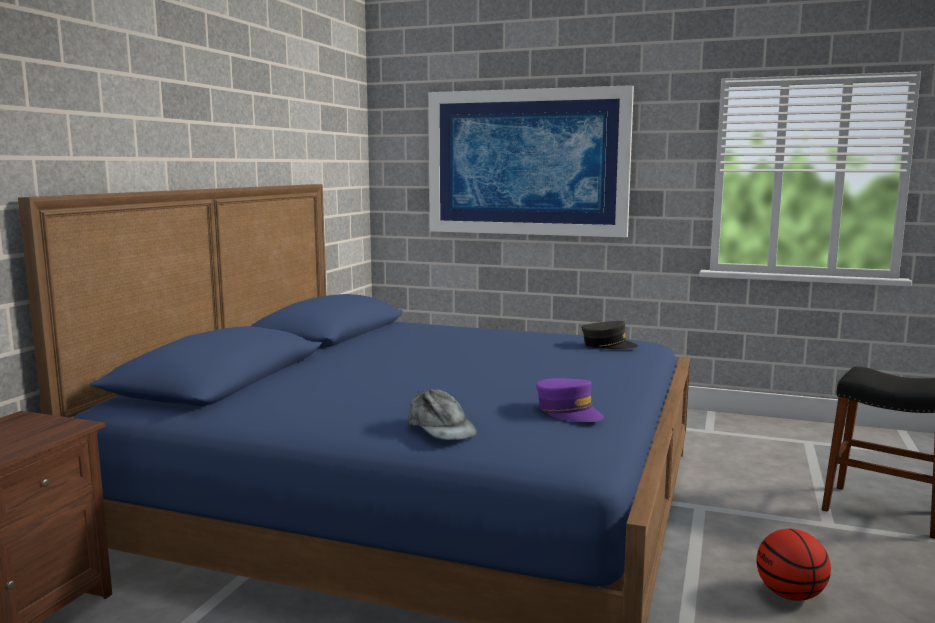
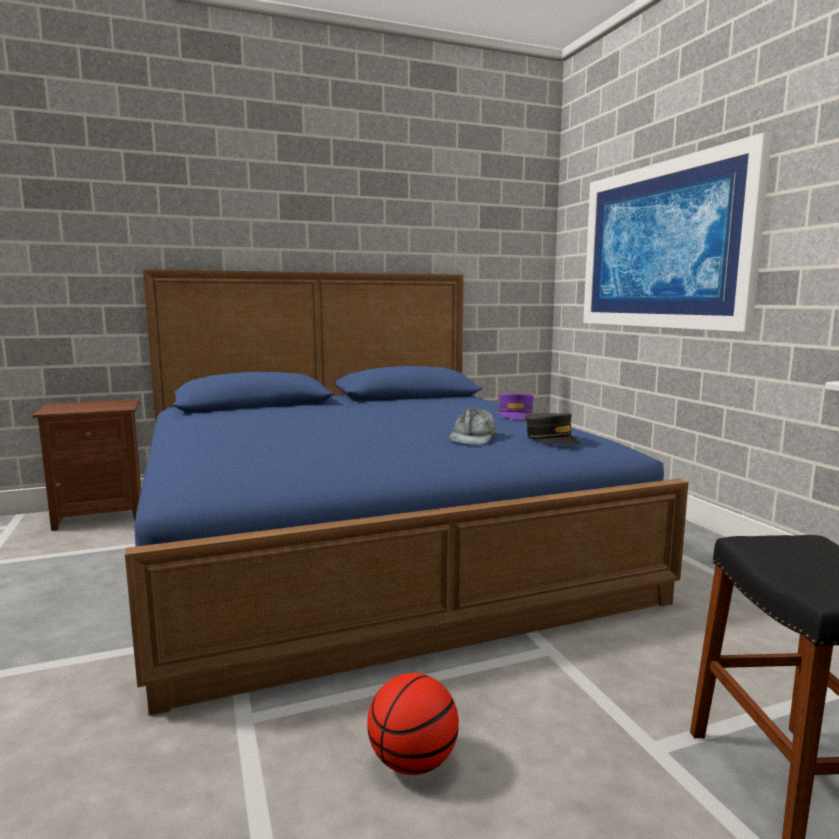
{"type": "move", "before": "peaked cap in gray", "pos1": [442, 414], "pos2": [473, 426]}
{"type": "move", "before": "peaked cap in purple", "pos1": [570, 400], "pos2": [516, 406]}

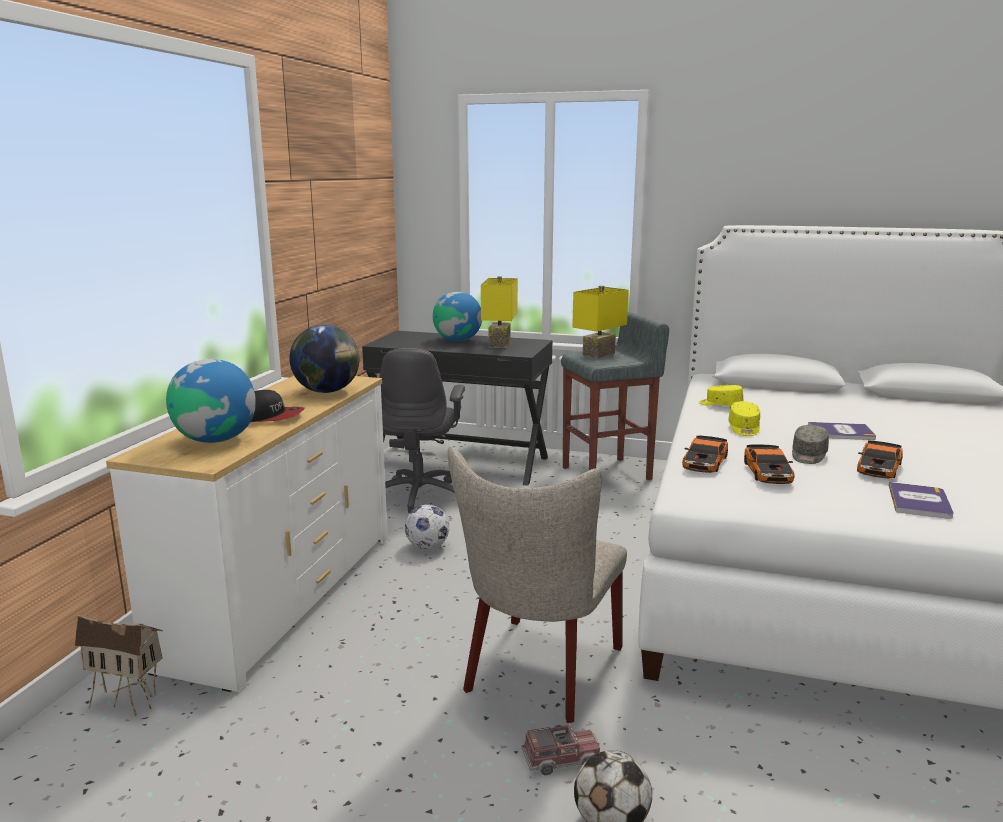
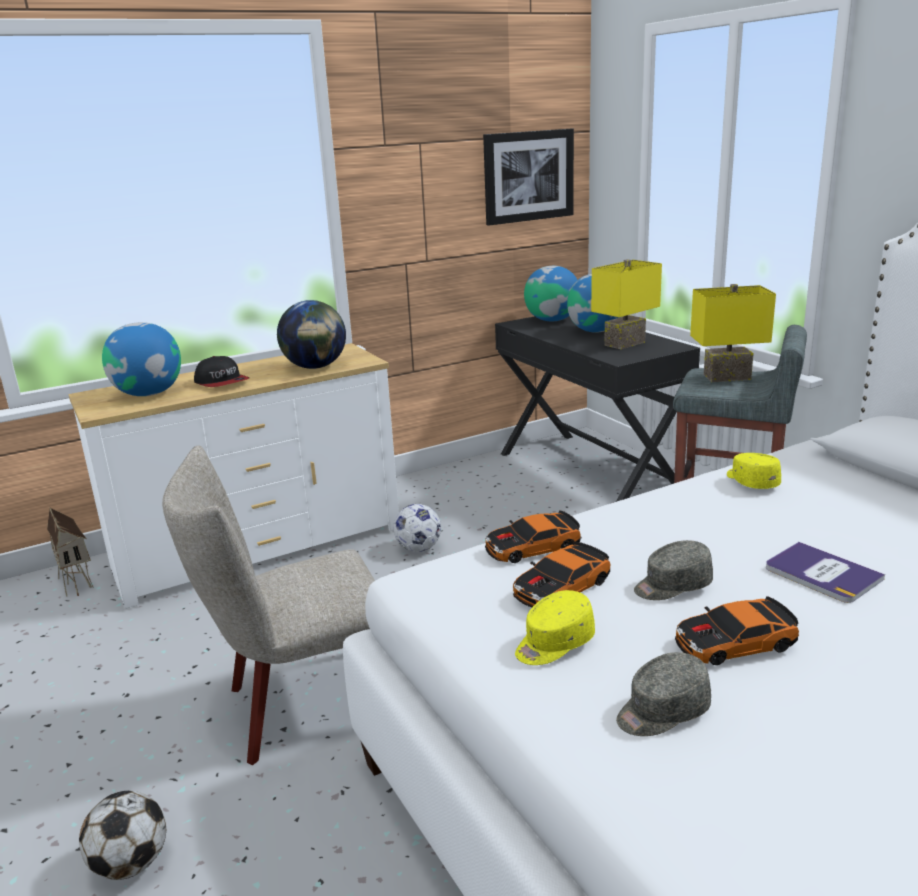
{"type": "delete", "before": "computer chair in gray", "pos1": [422, 431]}
{"type": "delete", "before": "model truck", "pos1": [560, 750]}
{"type": "move", "before": "peaked cap in yellowish", "pos1": [744, 418], "pos2": [555, 627]}
{"type": "replace", "before": "book", "after": "peaked cap in gray", "pos1": [921, 500], "pos2": [663, 694]}
{"type": "insert", "after": "wall picture", "pos2": [528, 177]}
{"type": "insert", "after": "globe", "pos2": [550, 293]}

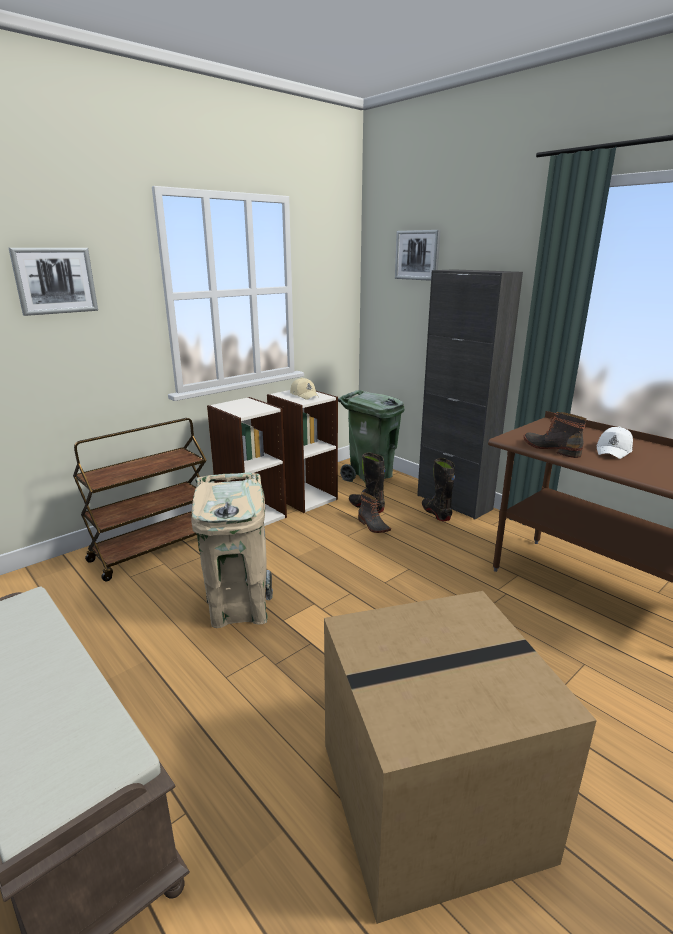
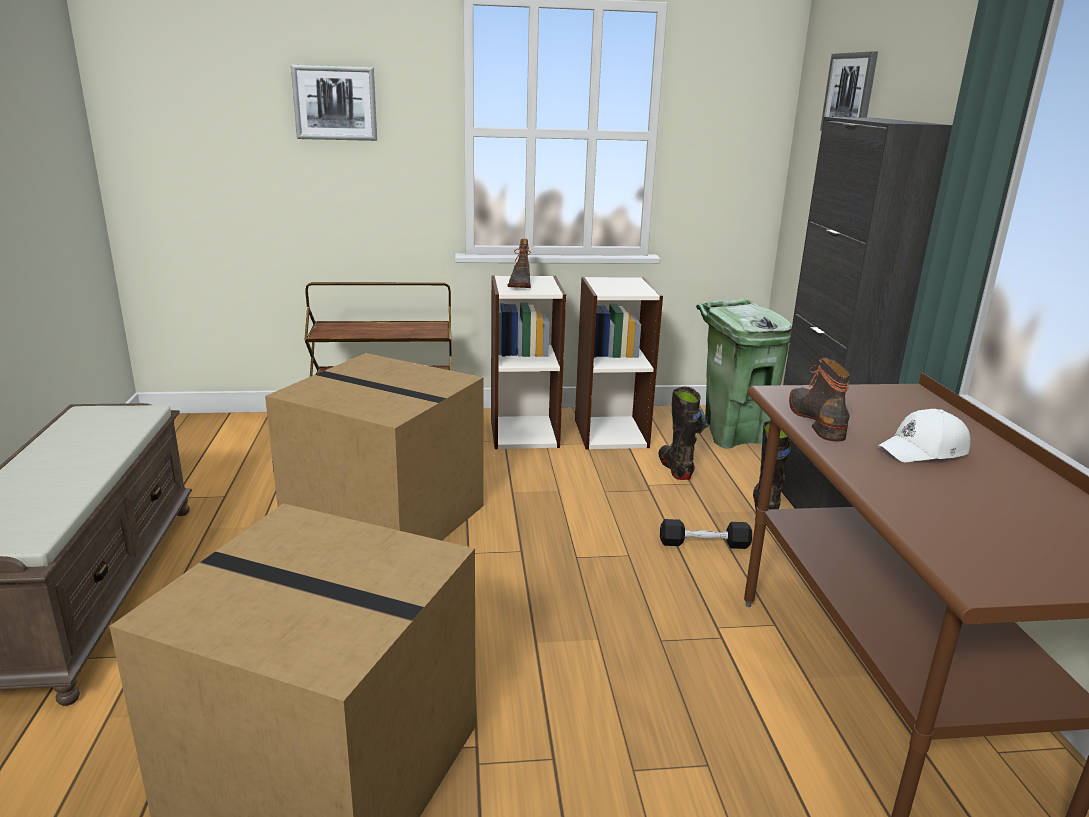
{"type": "replace", "before": "waste bin in sand-coloured", "after": "carton", "pos1": [232, 550], "pos2": [374, 447]}
{"type": "delete", "before": "peaked cap in sand-coloured", "pos1": [304, 388]}
{"type": "move", "before": "tall boot", "pos1": [374, 512], "pos2": [519, 263]}
{"type": "insert", "after": "free weight in black-coloured", "pos2": [706, 534]}

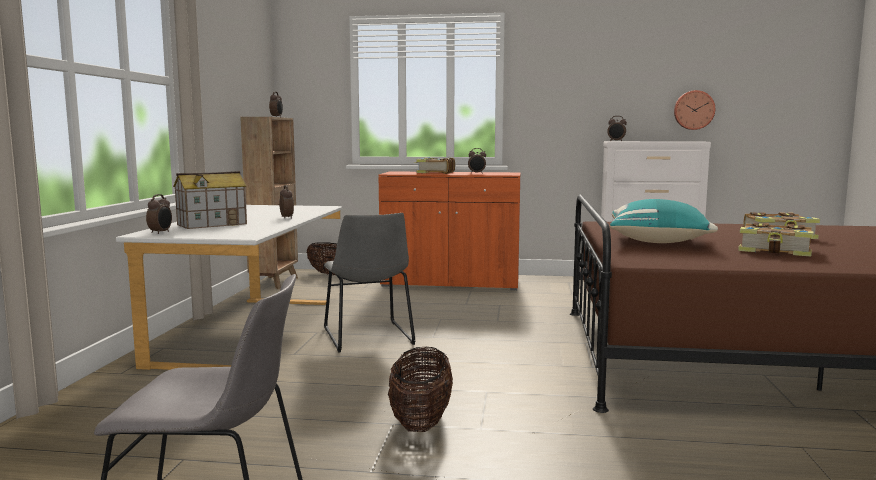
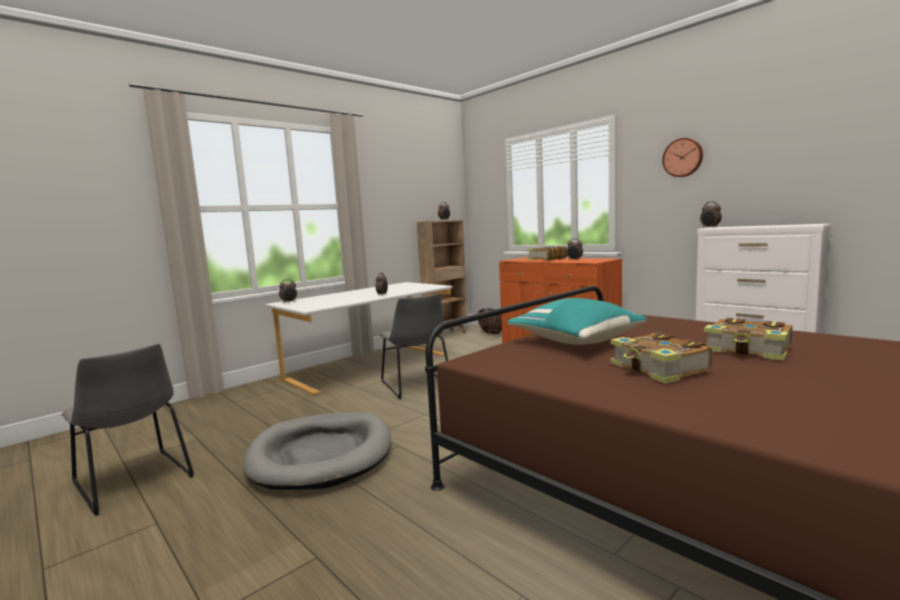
{"type": "delete", "before": "model house", "pos1": [210, 200]}
{"type": "rotate", "before": "upright chair in gray", "pos1": [370, 282], "pos2": [414, 346], "turn": -45}
{"type": "replace", "before": "household basket", "after": "pet bed in gray", "pos1": [420, 389], "pos2": [317, 451]}
{"type": "move", "before": "hanging clock", "pos1": [694, 110], "pos2": [682, 157]}

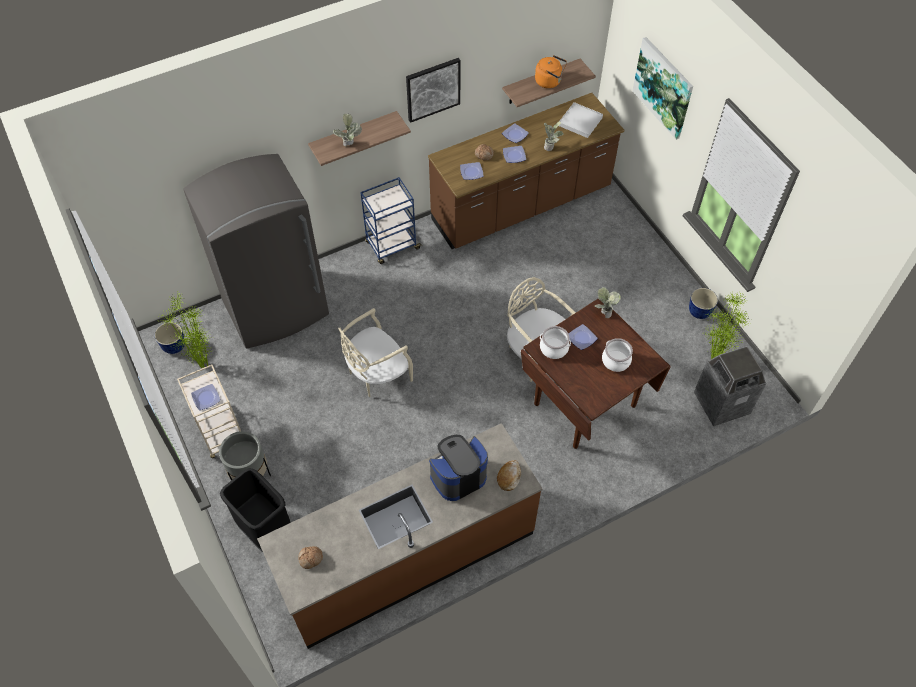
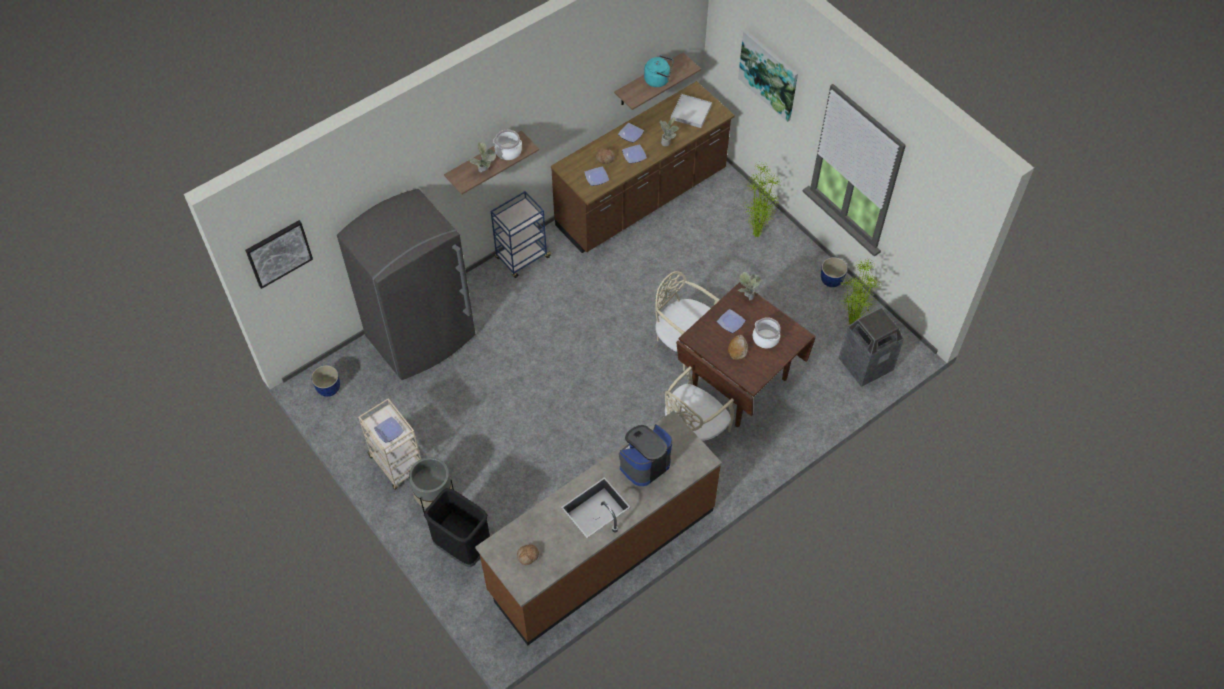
{"type": "move", "before": "plant in a pot", "pos1": [184, 330], "pos2": [764, 200]}
{"type": "move", "before": "upright chair in sand-coloured", "pos1": [375, 352], "pos2": [699, 403]}
{"type": "move", "before": "wall picture", "pos1": [433, 90], "pos2": [279, 254]}
{"type": "move", "before": "baked bread", "pos1": [509, 475], "pos2": [738, 347]}
{"type": "recolor", "before": "tea kettle in orange-coloured", "after": "tea kettle in turquoise-coloured", "pos1": [551, 71], "pos2": [659, 71]}
{"type": "move", "before": "stockpot", "pos1": [555, 342], "pos2": [507, 145]}

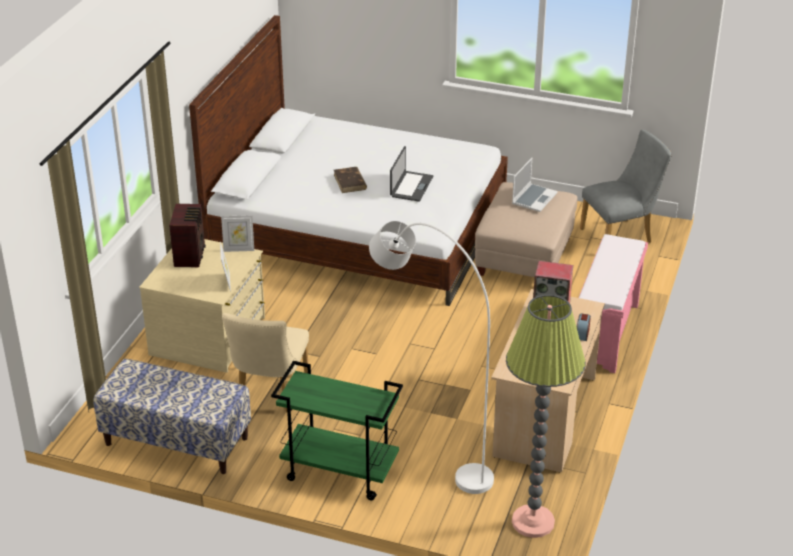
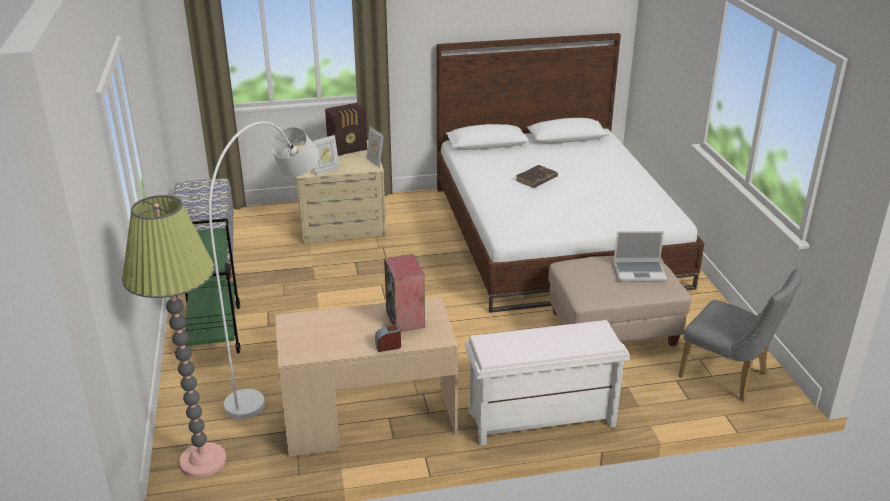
{"type": "delete", "before": "upright chair in sand-coloured", "pos1": [265, 363]}
{"type": "delete", "before": "notebook computer", "pos1": [411, 174]}
{"type": "recolor", "before": "indoor bench in pinkish", "after": "indoor bench in white-coloured", "pos1": [613, 303], "pos2": [547, 383]}

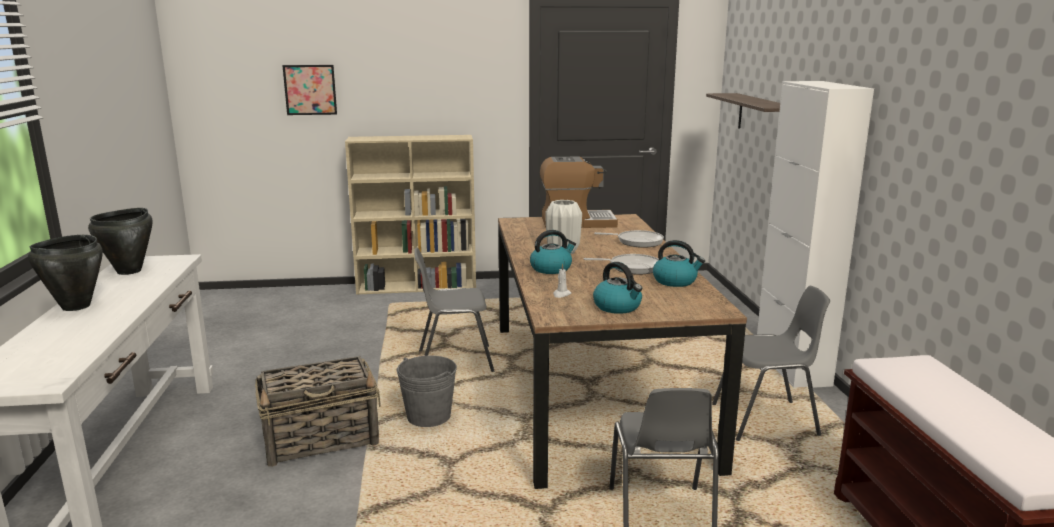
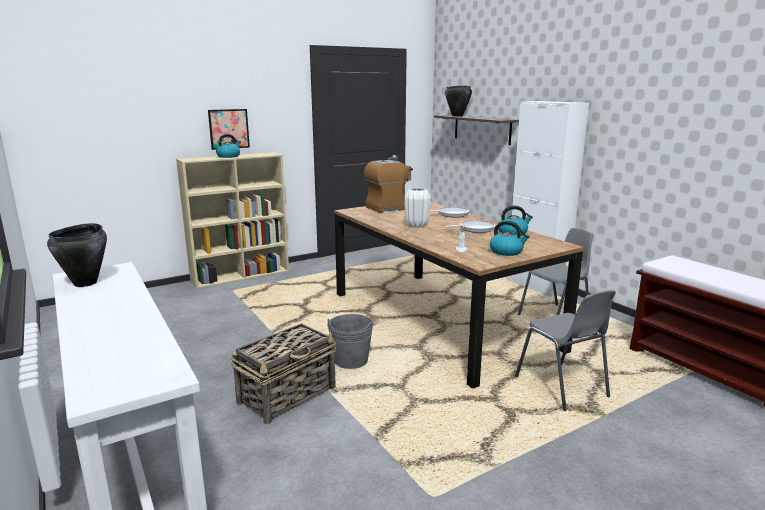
{"type": "move", "before": "stockpot in black-coloured", "pos1": [65, 273], "pos2": [458, 101]}
{"type": "move", "before": "wall picture", "pos1": [309, 90], "pos2": [229, 129]}
{"type": "delete", "before": "upright chair in gray", "pos1": [454, 310]}
{"type": "move", "before": "tea kettle", "pos1": [553, 252], "pos2": [228, 146]}

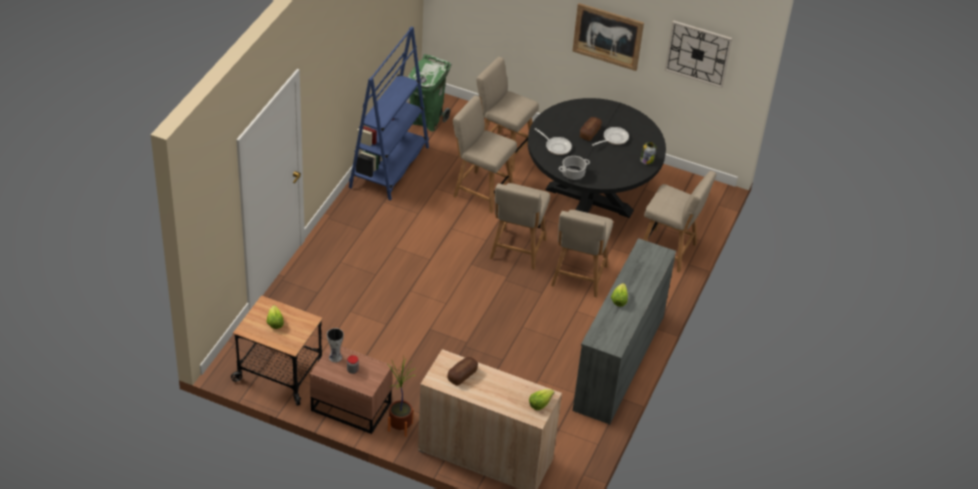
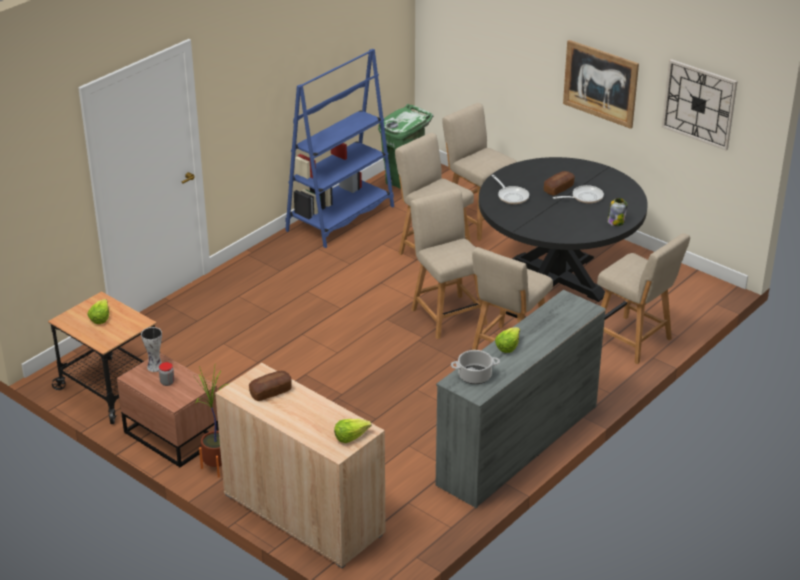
{"type": "rotate", "before": "upright chair in sand-coloured", "pos1": [520, 226], "pos2": [449, 264], "turn": 120}
{"type": "move", "before": "stockpot", "pos1": [574, 168], "pos2": [475, 367]}

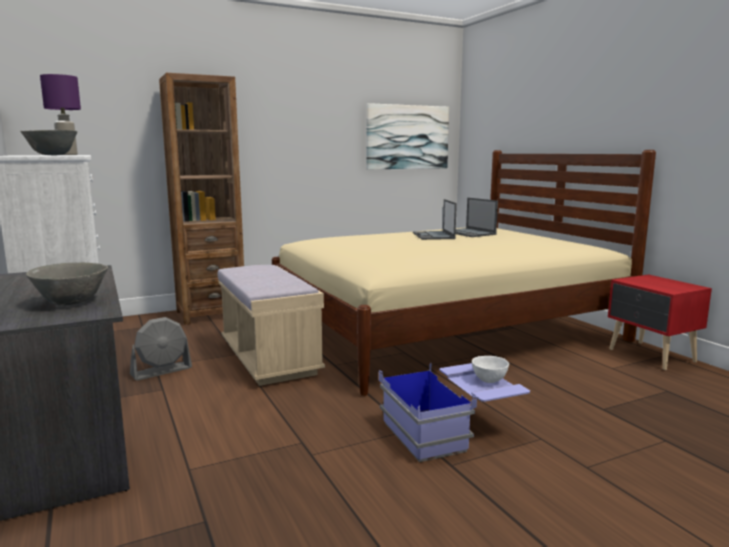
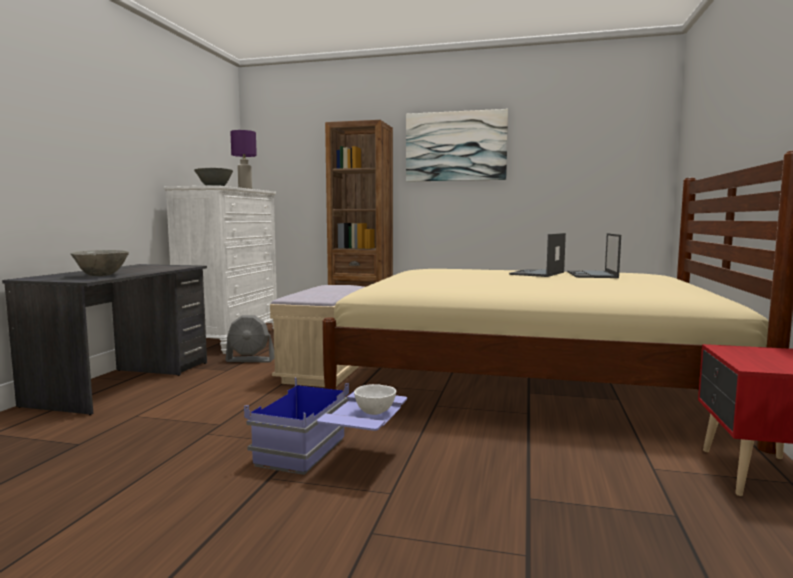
{"type": "move", "before": "wall picture", "pos1": [407, 136], "pos2": [457, 145]}

